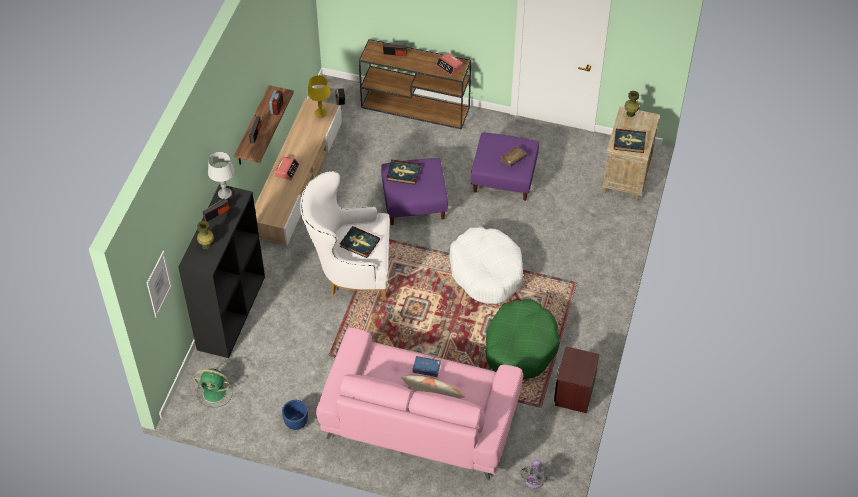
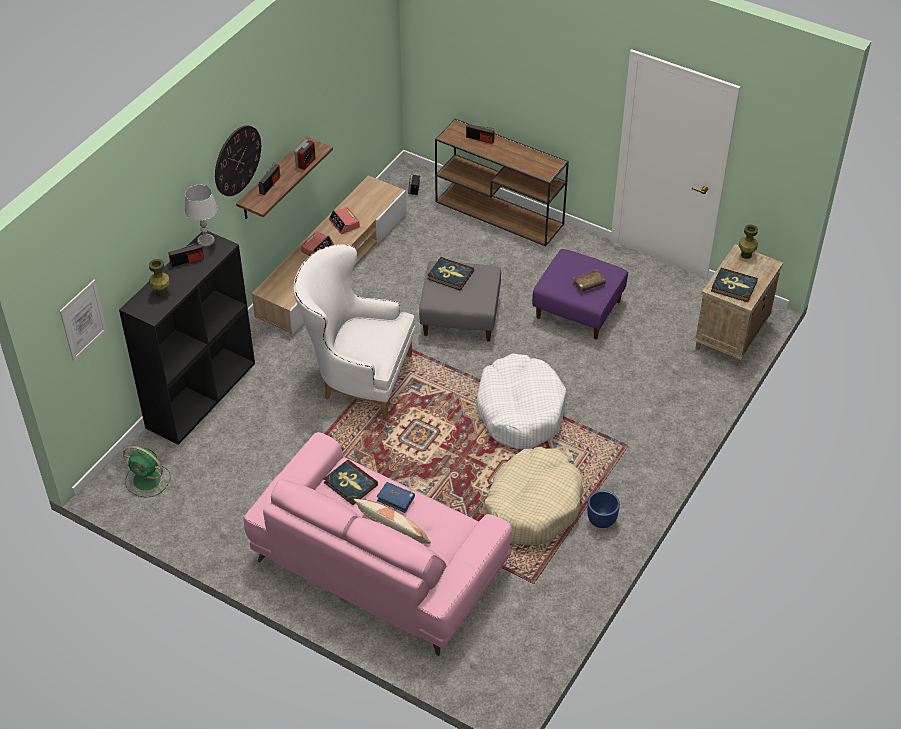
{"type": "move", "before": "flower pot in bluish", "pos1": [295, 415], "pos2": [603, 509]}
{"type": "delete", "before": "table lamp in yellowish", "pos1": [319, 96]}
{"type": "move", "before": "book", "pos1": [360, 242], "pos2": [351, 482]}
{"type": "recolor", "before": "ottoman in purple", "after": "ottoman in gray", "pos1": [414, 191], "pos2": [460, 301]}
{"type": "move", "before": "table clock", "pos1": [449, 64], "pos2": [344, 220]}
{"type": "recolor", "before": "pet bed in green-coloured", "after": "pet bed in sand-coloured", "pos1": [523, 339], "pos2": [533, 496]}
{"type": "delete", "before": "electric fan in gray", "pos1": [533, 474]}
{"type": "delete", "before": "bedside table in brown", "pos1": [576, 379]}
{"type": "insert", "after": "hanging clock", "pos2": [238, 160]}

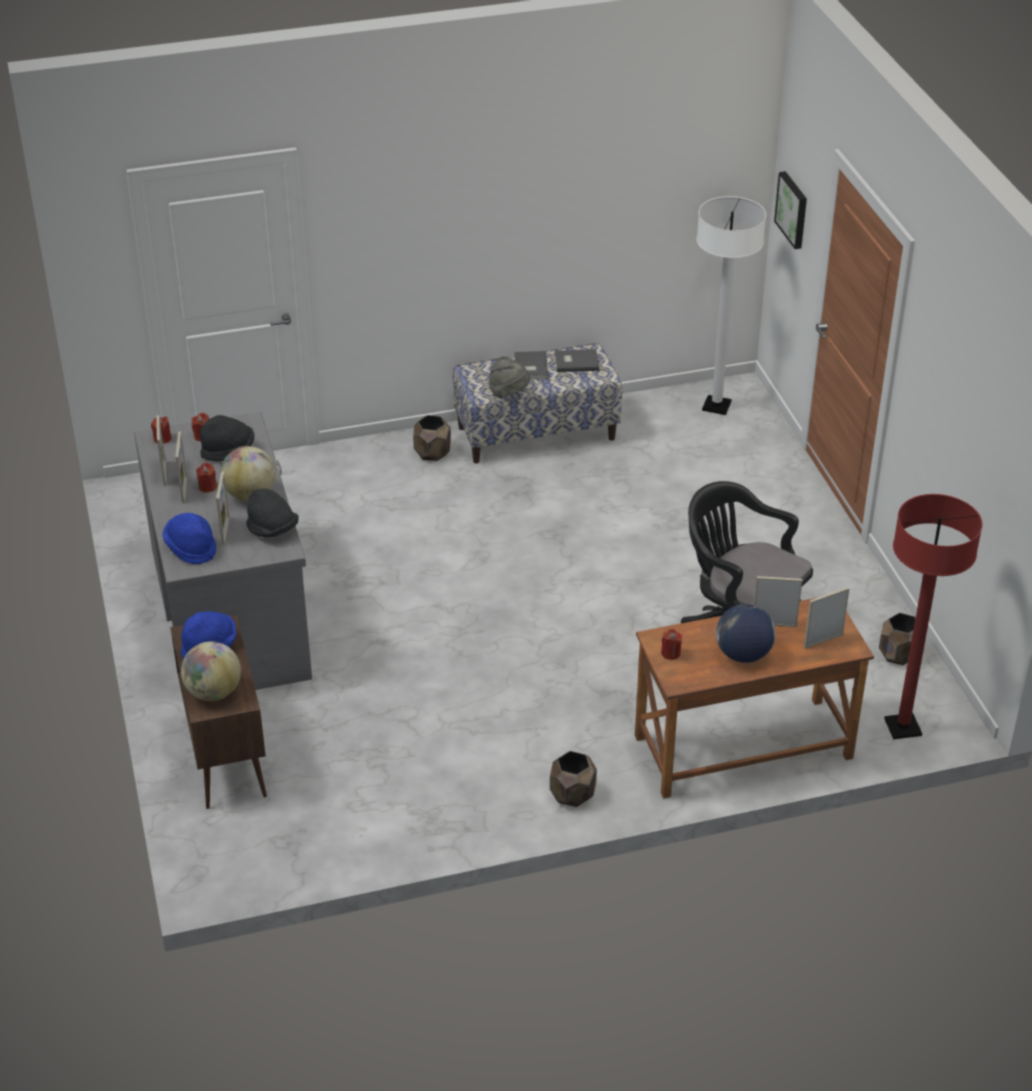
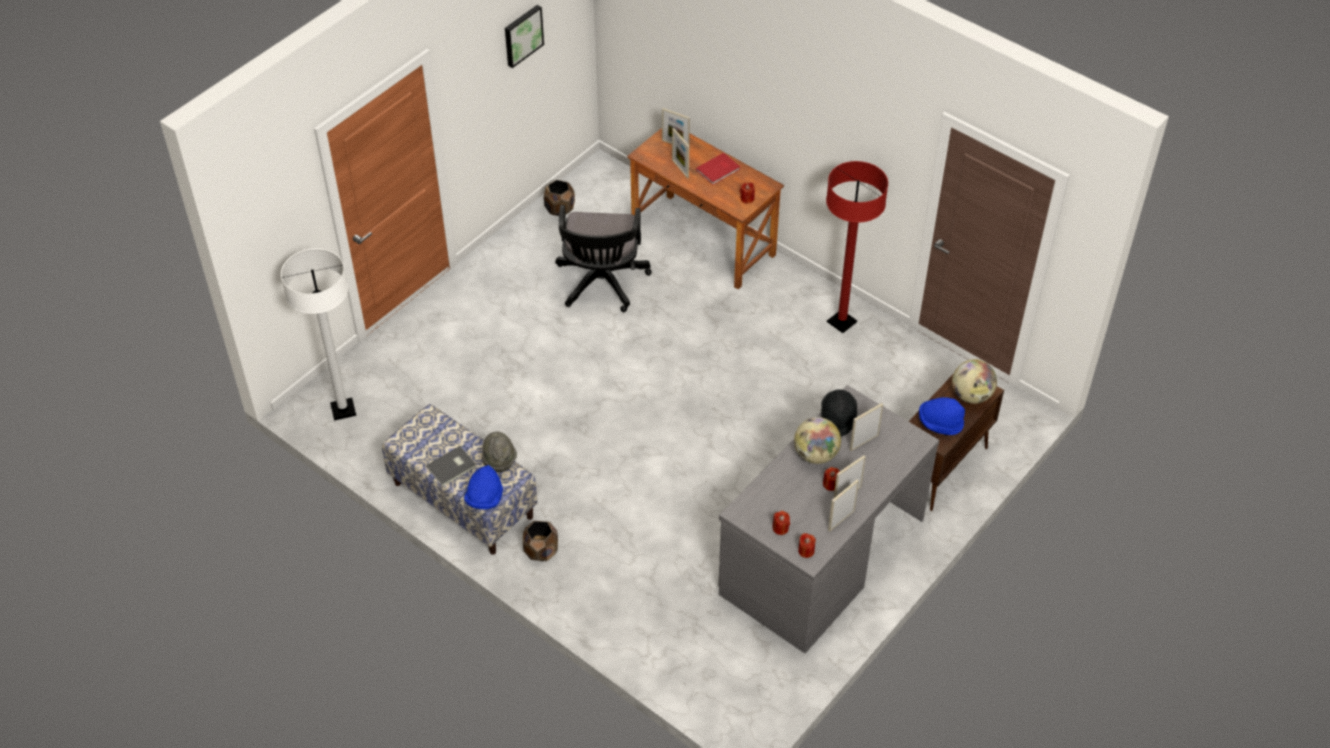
{"type": "move", "before": "wearable hat in bluish", "pos1": [189, 538], "pos2": [483, 487]}
{"type": "delete", "before": "wearable hat in black-coloured", "pos1": [227, 438]}
{"type": "delete", "before": "flower pot in brown", "pos1": [573, 779]}
{"type": "delete", "before": "book in gray", "pos1": [577, 360]}
{"type": "replace", "before": "globe", "after": "book in reddish", "pos1": [745, 633], "pos2": [718, 169]}
{"type": "move", "before": "wall picture", "pos1": [790, 210], "pos2": [524, 36]}
{"type": "move", "before": "floor lamp in reddish", "pos1": [933, 616], "pos2": [857, 247]}

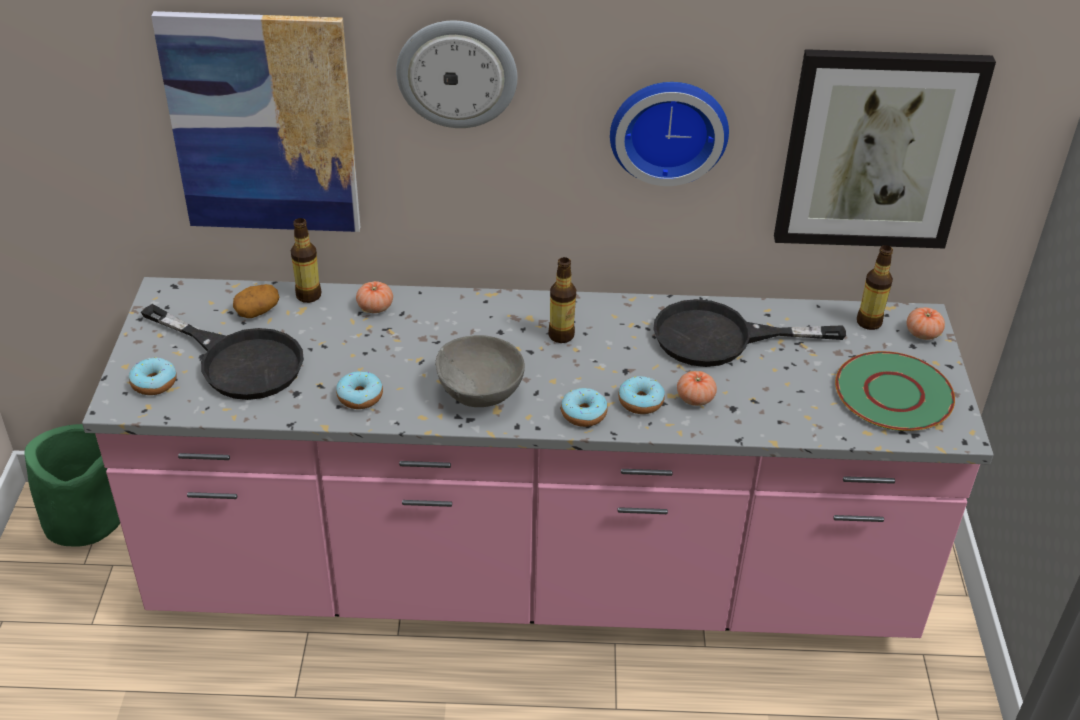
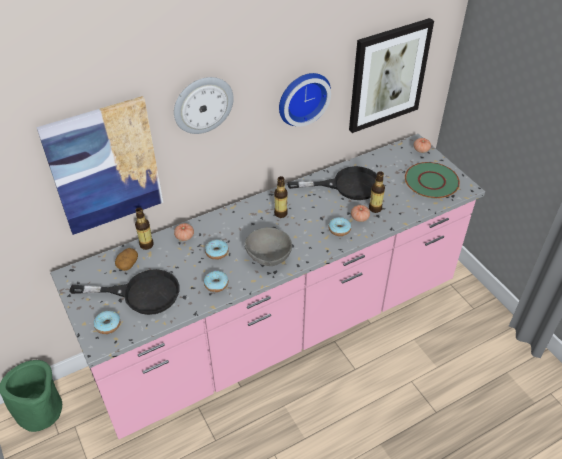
{"type": "move", "before": "ring doughnut", "pos1": [584, 407], "pos2": [217, 250]}
{"type": "rotate", "before": "skillet in black-coloured", "pos1": [749, 333], "pos2": [332, 183], "turn": -150}
{"type": "move", "before": "drink bottle", "pos1": [875, 287], "pos2": [377, 192]}

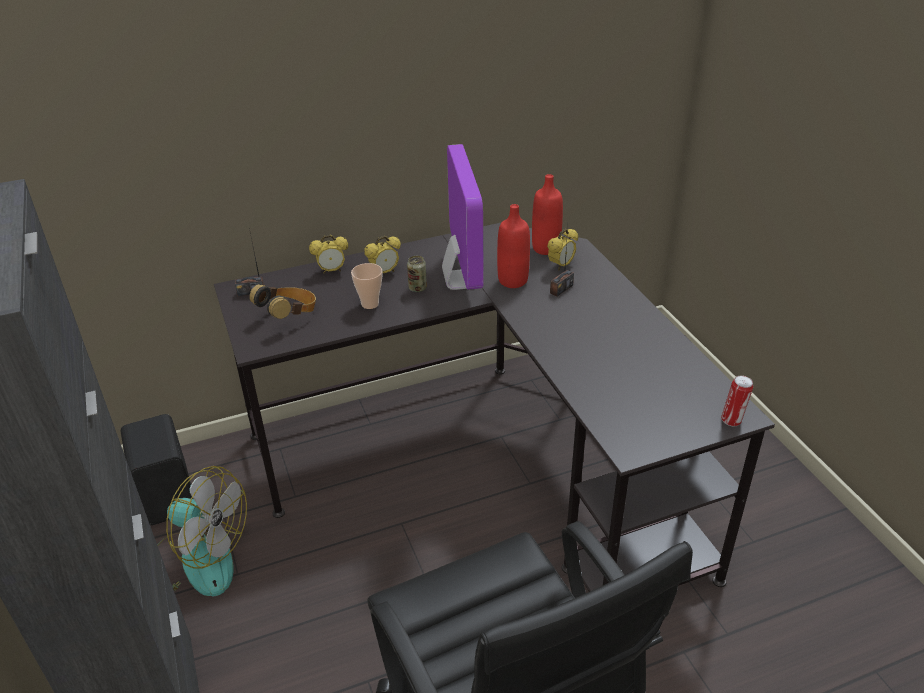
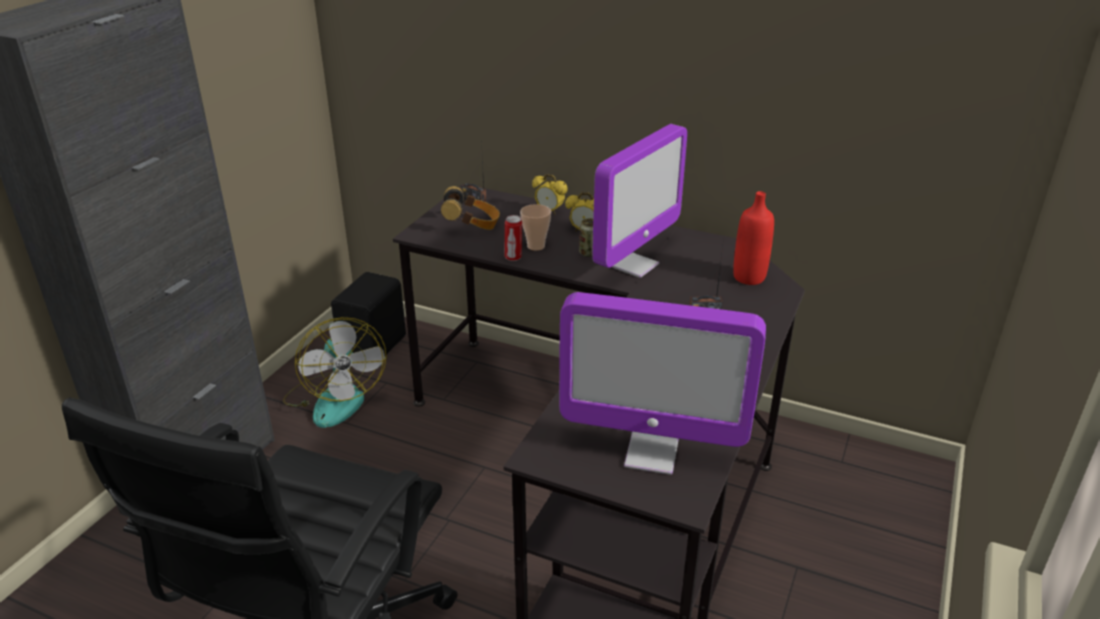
{"type": "delete", "before": "drink bottle in reddish", "pos1": [513, 246]}
{"type": "delete", "before": "table clock", "pos1": [562, 250]}
{"type": "move", "before": "sealed can", "pos1": [737, 400], "pos2": [513, 238]}
{"type": "insert", "after": "computer screen", "pos2": [662, 383]}

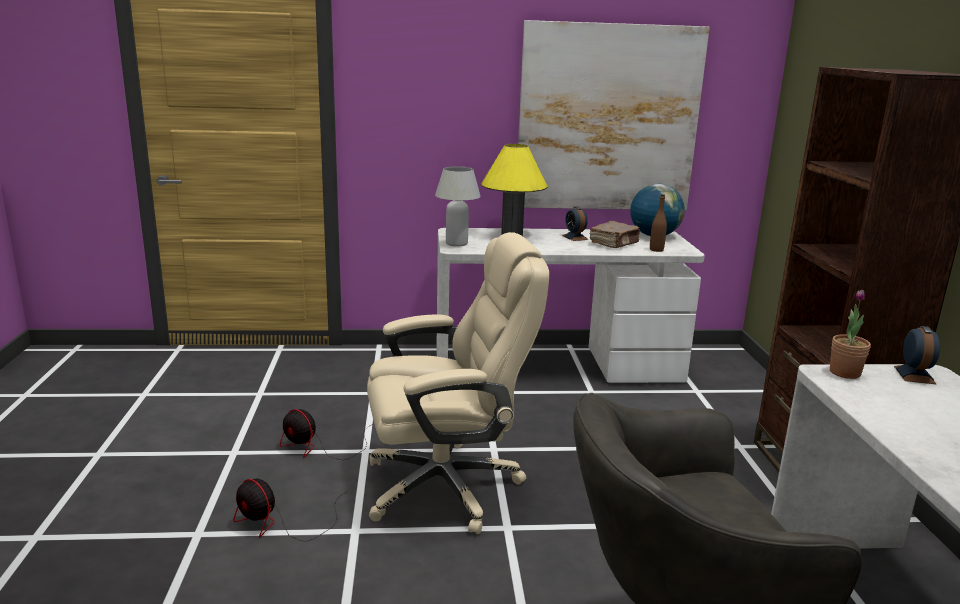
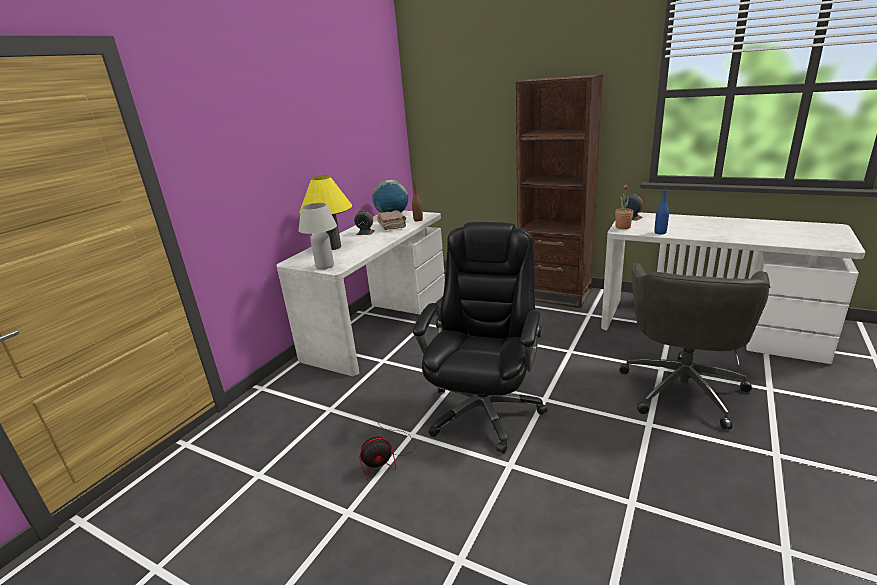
{"type": "delete", "before": "electric fan", "pos1": [290, 510]}
{"type": "recolor", "before": "computer chair in sand-coloured", "after": "computer chair in black-coloured", "pos1": [458, 383], "pos2": [480, 338]}
{"type": "delete", "before": "wall picture", "pos1": [614, 115]}
{"type": "insert", "after": "drink bottle in bluish", "pos2": [661, 211]}

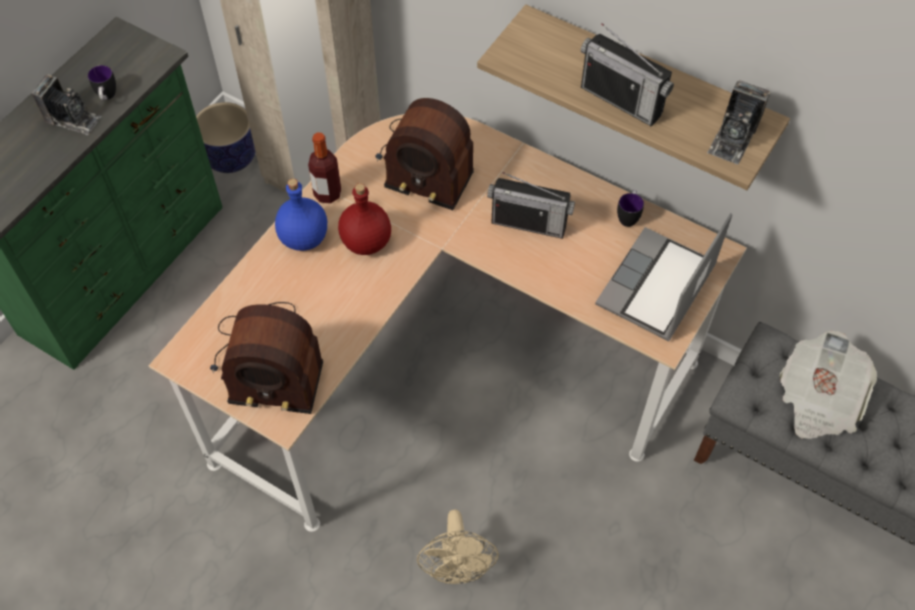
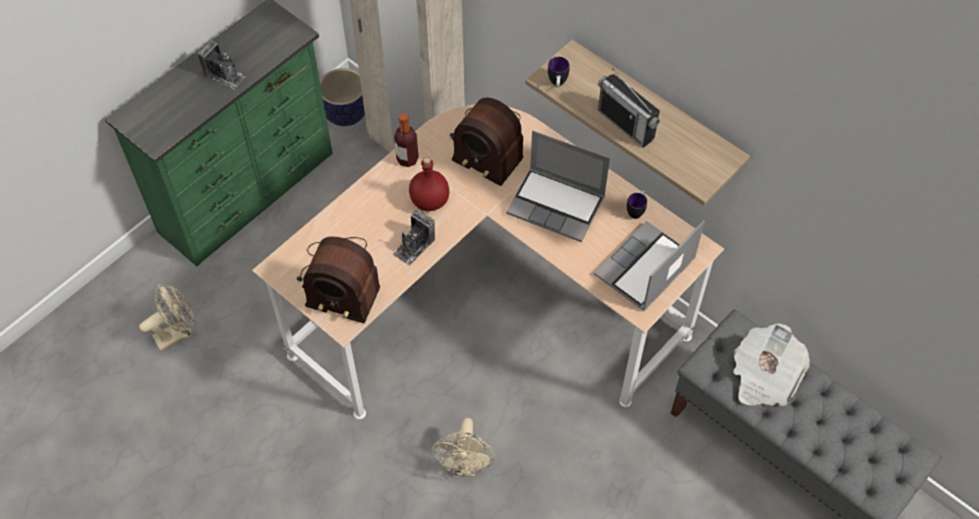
{"type": "move", "before": "tea mug", "pos1": [102, 82], "pos2": [559, 72]}
{"type": "delete", "before": "drink bottle in bluish", "pos1": [301, 215]}
{"type": "replace", "before": "radio", "after": "notebook computer", "pos1": [531, 205], "pos2": [558, 186]}
{"type": "move", "before": "still camera", "pos1": [739, 122], "pos2": [414, 238]}
{"type": "insert", "after": "electric fan in sand-coloured", "pos2": [166, 317]}

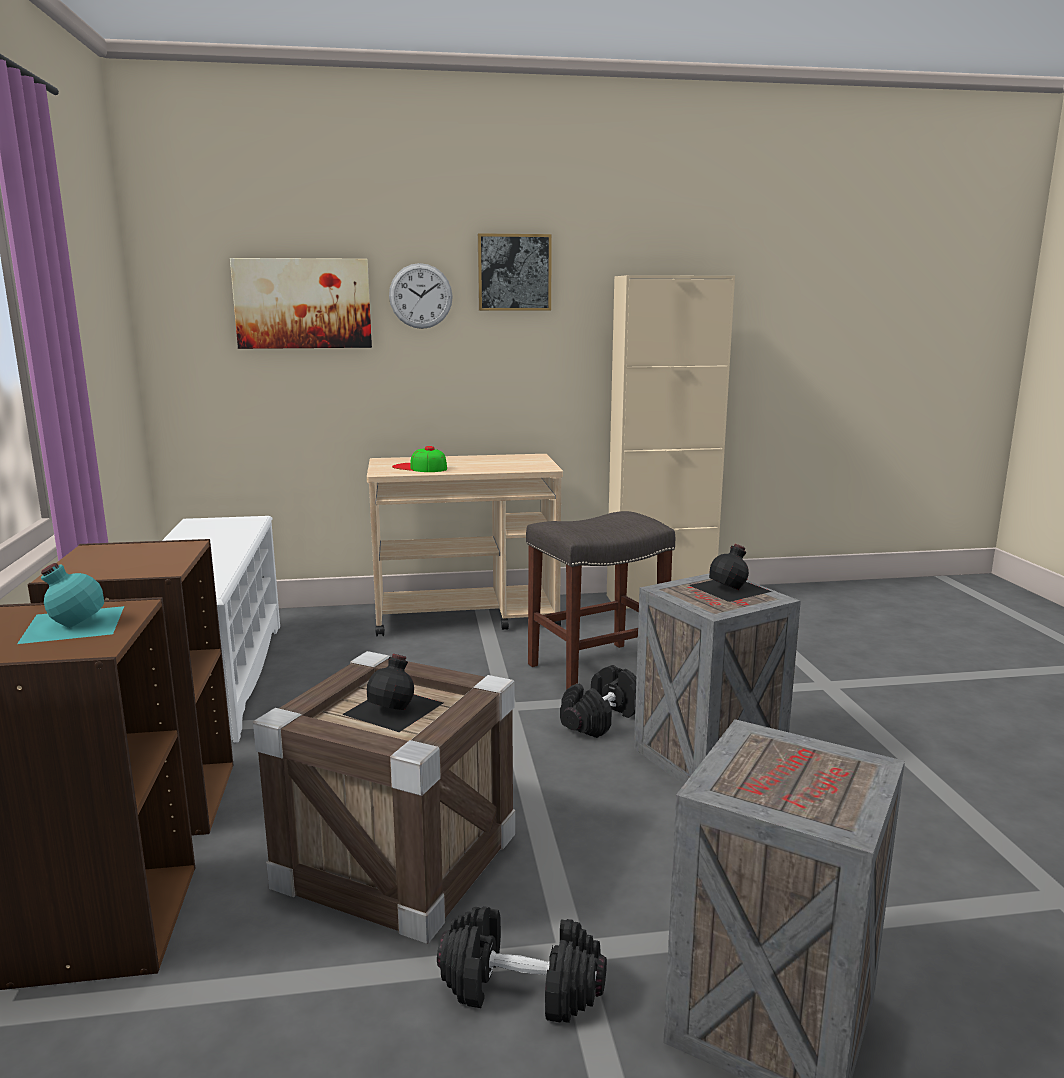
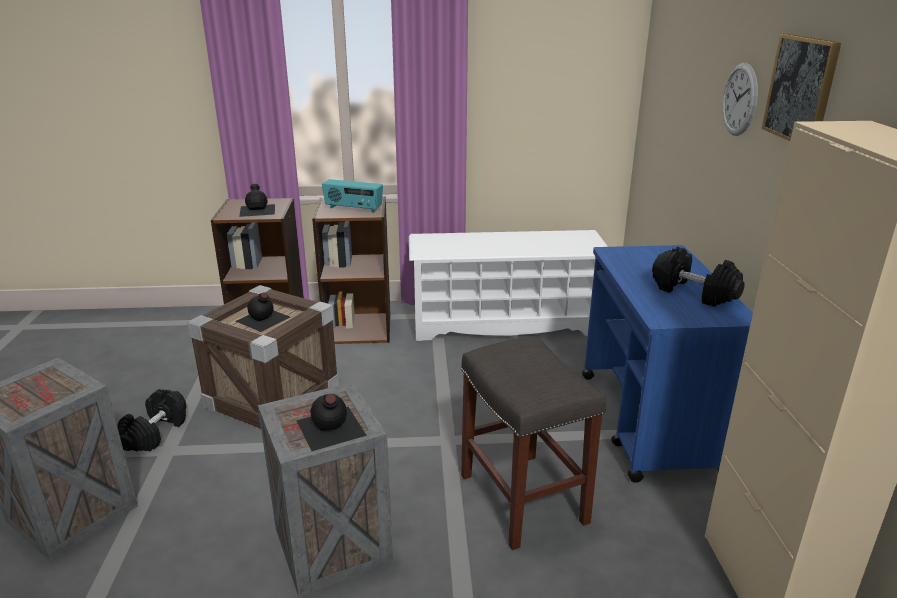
{"type": "recolor", "before": "drink bottle in turquoise-coloured", "after": "drink bottle in black-coloured", "pos1": [70, 603], "pos2": [257, 200]}
{"type": "delete", "before": "wall picture", "pos1": [301, 303]}
{"type": "recolor", "before": "cart in sand-coloured", "after": "cart in bluish", "pos1": [465, 545], "pos2": [667, 364]}
{"type": "delete", "before": "peaked cap", "pos1": [419, 459]}
{"type": "move", "before": "free weight in black-coloured", "pos1": [598, 701], "pos2": [698, 277]}
{"type": "insert", "after": "radio", "pos2": [352, 196]}

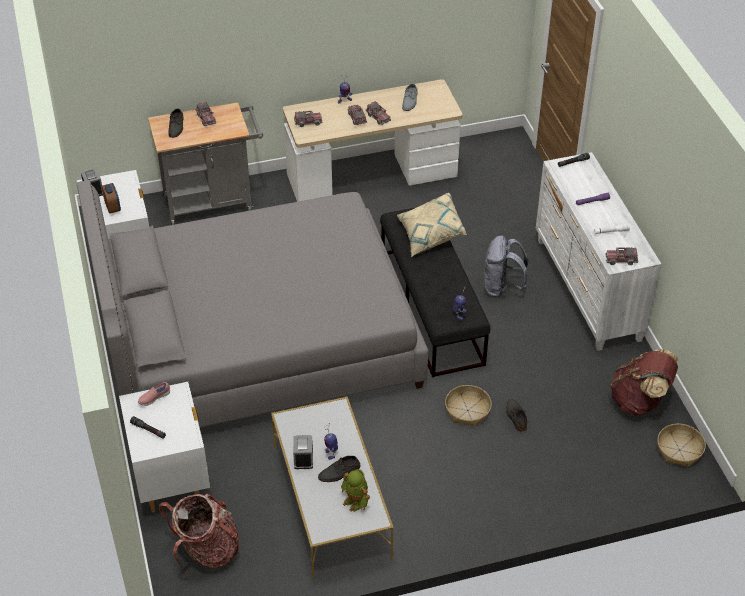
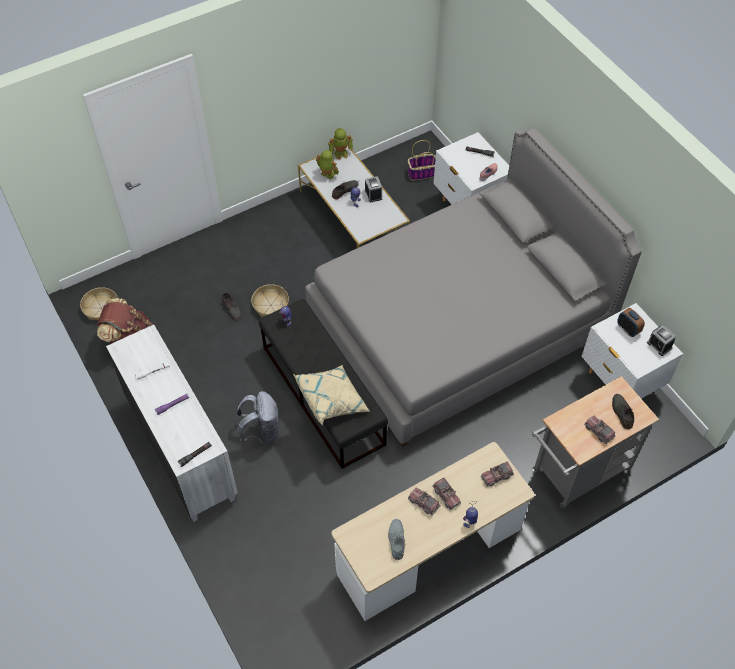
{"type": "replace", "before": "rucksack", "after": "household basket", "pos1": [199, 534], "pos2": [421, 160]}
{"type": "delete", "before": "model truck", "pos1": [621, 256]}
{"type": "insert", "after": "toy robot", "pos2": [340, 143]}

